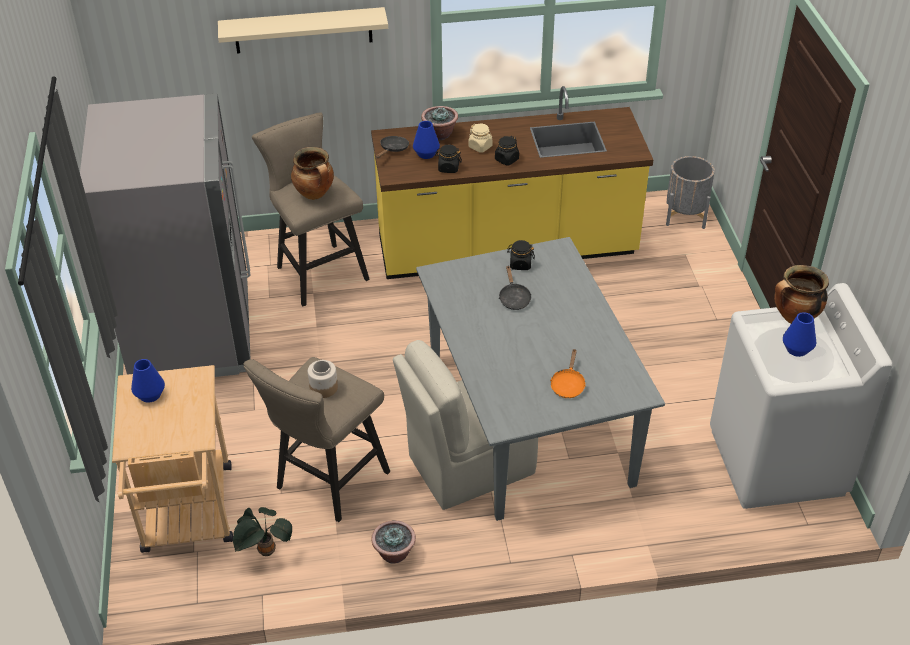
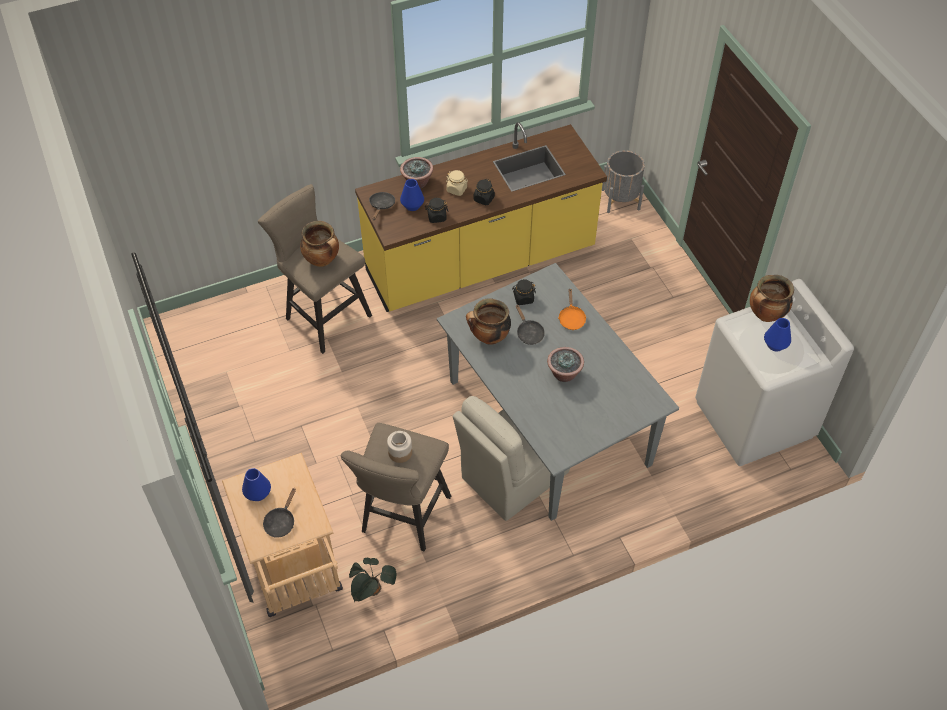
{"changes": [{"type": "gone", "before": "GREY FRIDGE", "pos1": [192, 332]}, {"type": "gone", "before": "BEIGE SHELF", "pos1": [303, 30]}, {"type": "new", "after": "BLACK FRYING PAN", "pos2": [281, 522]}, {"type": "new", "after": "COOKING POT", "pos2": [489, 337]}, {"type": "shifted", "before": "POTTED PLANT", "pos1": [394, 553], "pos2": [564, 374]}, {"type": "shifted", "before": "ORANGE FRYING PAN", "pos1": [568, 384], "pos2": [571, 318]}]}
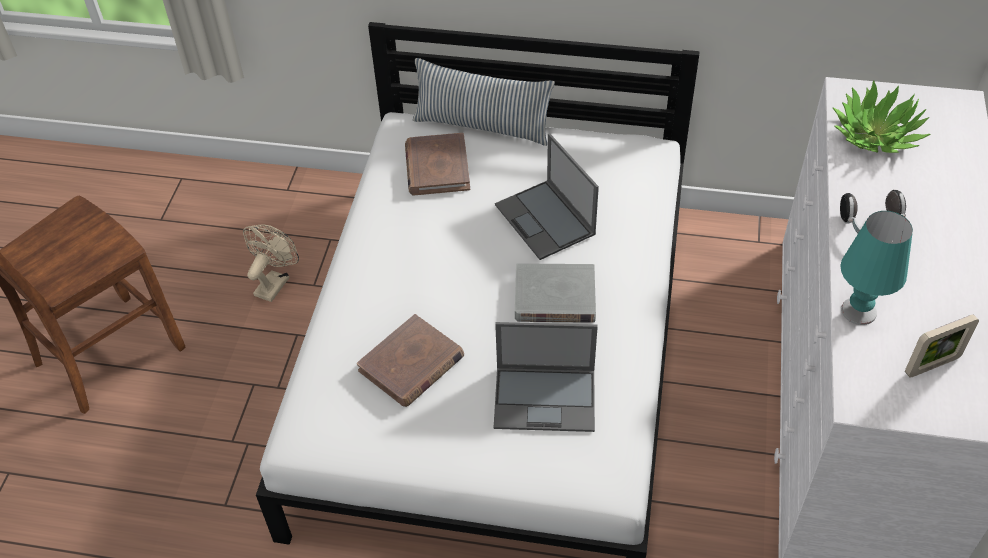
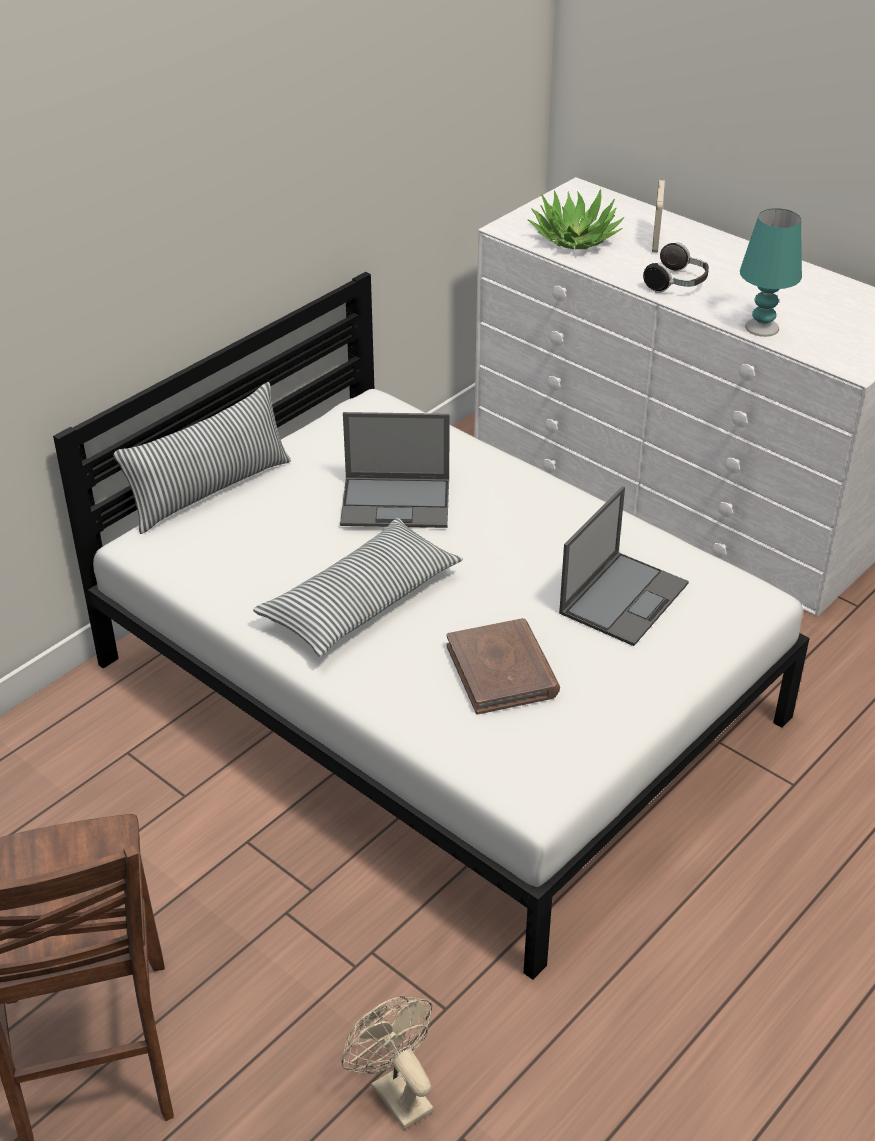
{"changes": [{"type": "gone", "before": "BROWN BOOK", "pos1": [437, 167]}, {"type": "gone", "before": "GREY BOOK", "pos1": [554, 297]}, {"type": "new", "after": "PILLOW", "pos2": [361, 601]}, {"type": "shifted", "before": "BEIGE FAN", "pos1": [275, 282], "pos2": [395, 1091]}, {"type": "shifted", "before": "PICTURE FRAME", "pos1": [932, 365], "pos2": [655, 241]}]}
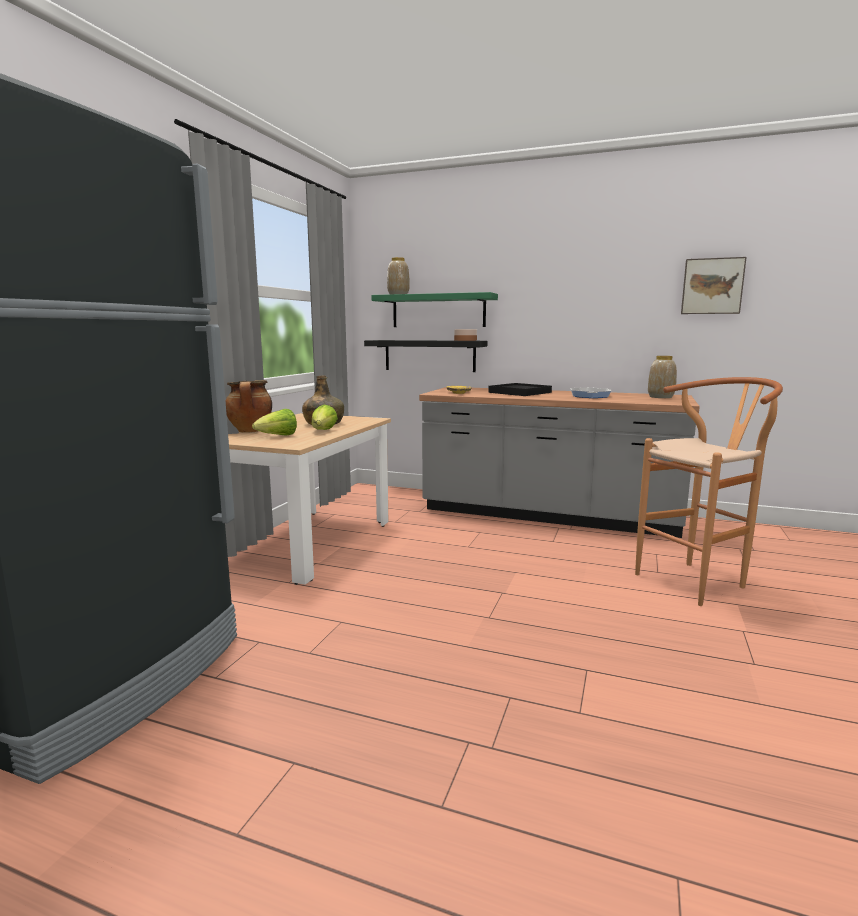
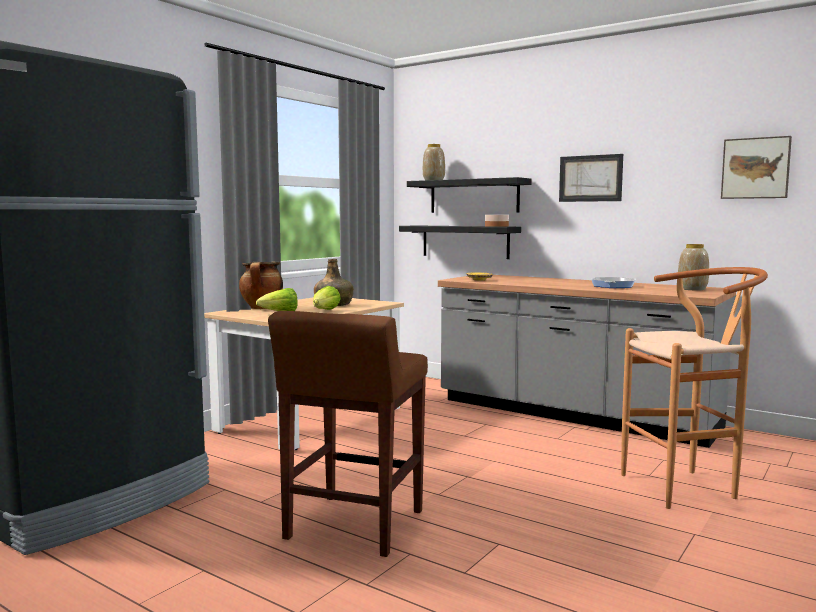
{"changes": [{"type": "gone", "before": "BLACK TRAY", "pos1": [520, 392]}, {"type": "new", "after": "BROWN STOOL", "pos2": [353, 526]}, {"type": "new", "after": "PICTURE", "pos2": [590, 178]}, {"type": "repainted", "before": "GREEN SHELF", "after": "BLACK SHELF", "pos1": [438, 311], "pos2": [474, 196]}]}
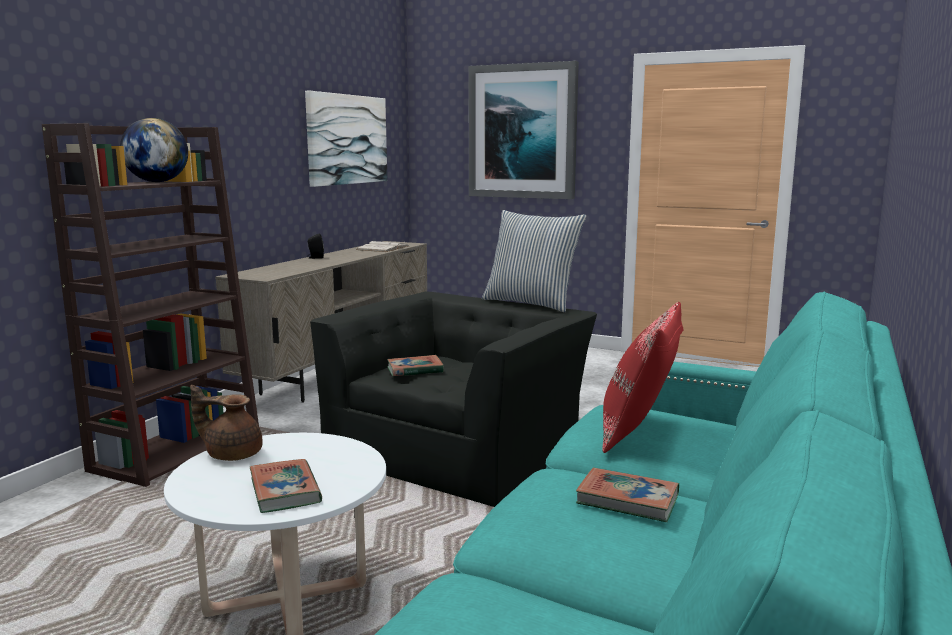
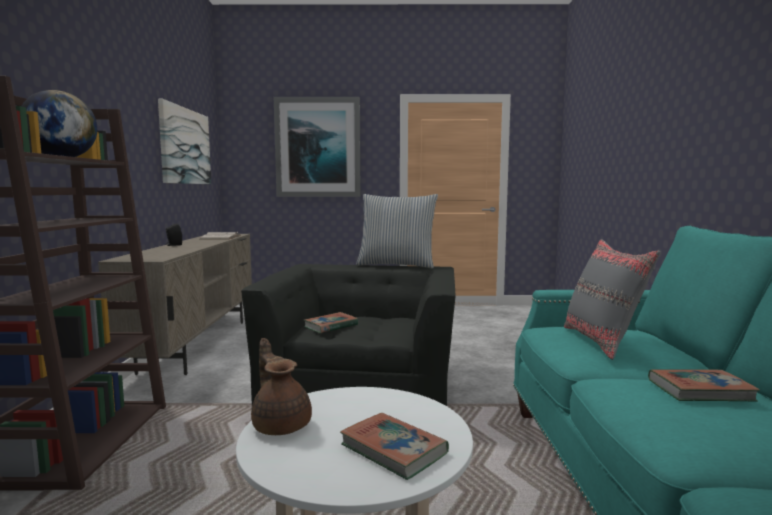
{"changes": [{"type": "repainted", "before": "RED PILLOW", "after": "GREY PILLOW", "pos1": [639, 432], "pos2": [602, 342]}, {"type": "rotated", "before": "BROWN TEAPOT", "pos1": [232, 454], "pos2": [281, 424], "turn": 75}]}
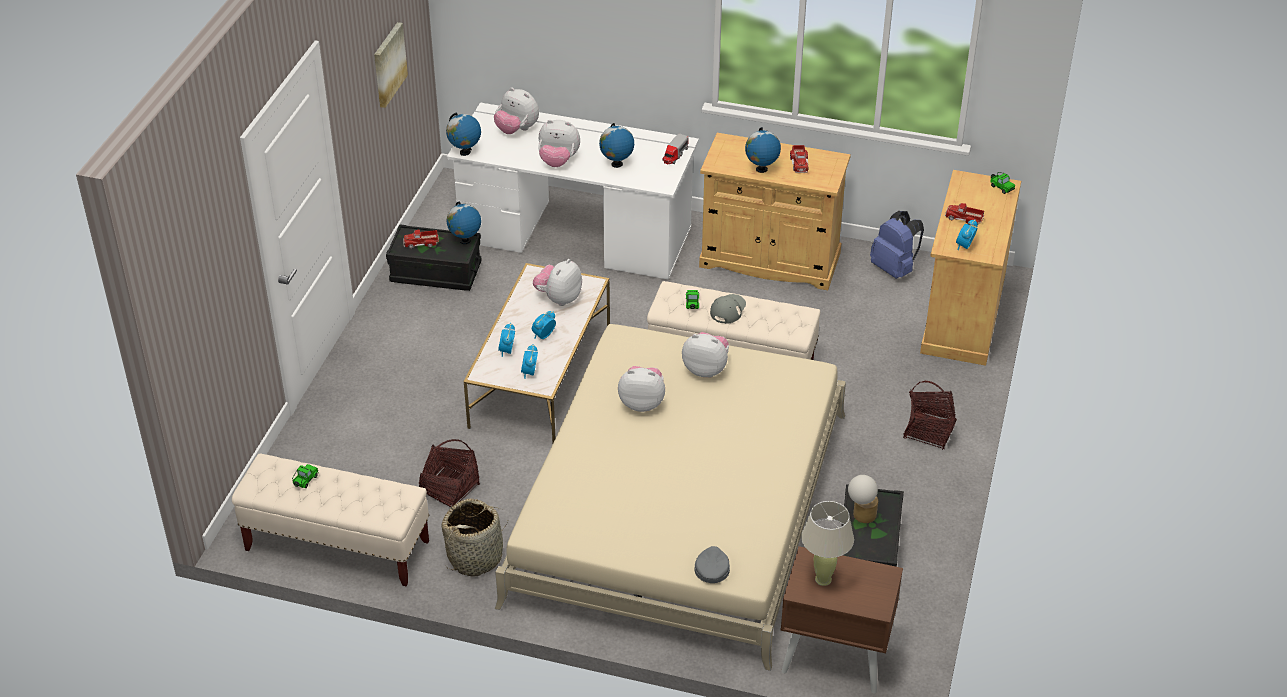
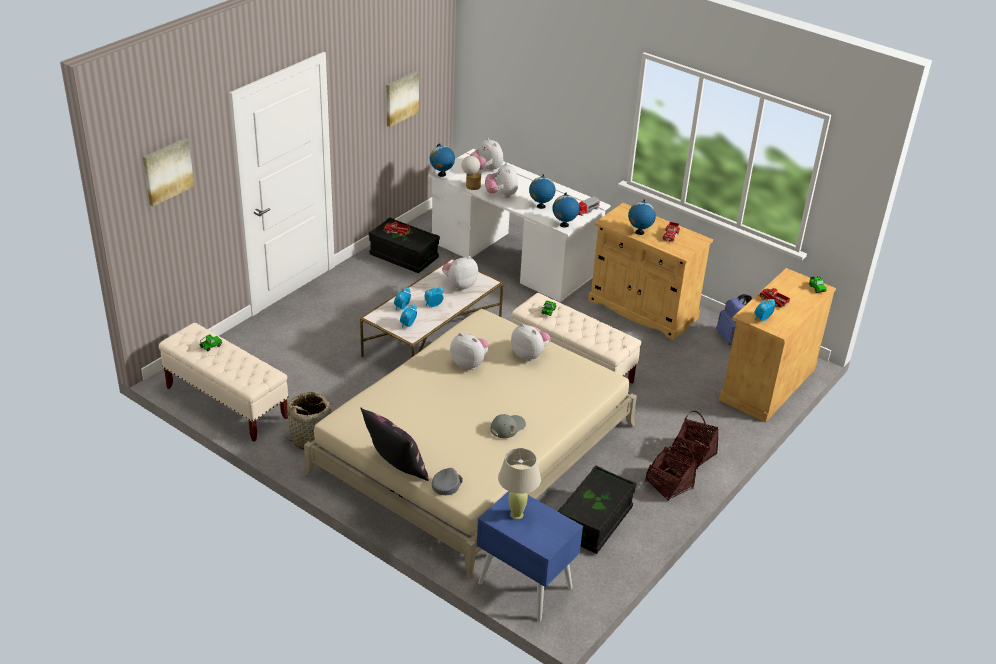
{"changes": [{"type": "new", "after": "PICTURE", "pos2": [167, 171]}, {"type": "new", "after": "PILLOW", "pos2": [396, 467]}, {"type": "shifted", "before": "BASKET", "pos1": [450, 489], "pos2": [669, 485]}, {"type": "shifted", "before": "GLOBE", "pos1": [465, 241], "pos2": [564, 225]}, {"type": "shifted", "before": "GREY CAP", "pos1": [728, 310], "pos2": [507, 427]}, {"type": "shifted", "before": "TABLE LAMP", "pos1": [861, 515], "pos2": [471, 185]}, {"type": "repainted", "before": "BROWN NIGHTSTAND", "after": "BLUE NIGHTSTAND", "pos1": [834, 656], "pos2": [524, 585]}, {"type": "rotated", "before": "PLUSH TOY", "pos1": [558, 161], "pos2": [501, 195], "turn": 45}]}
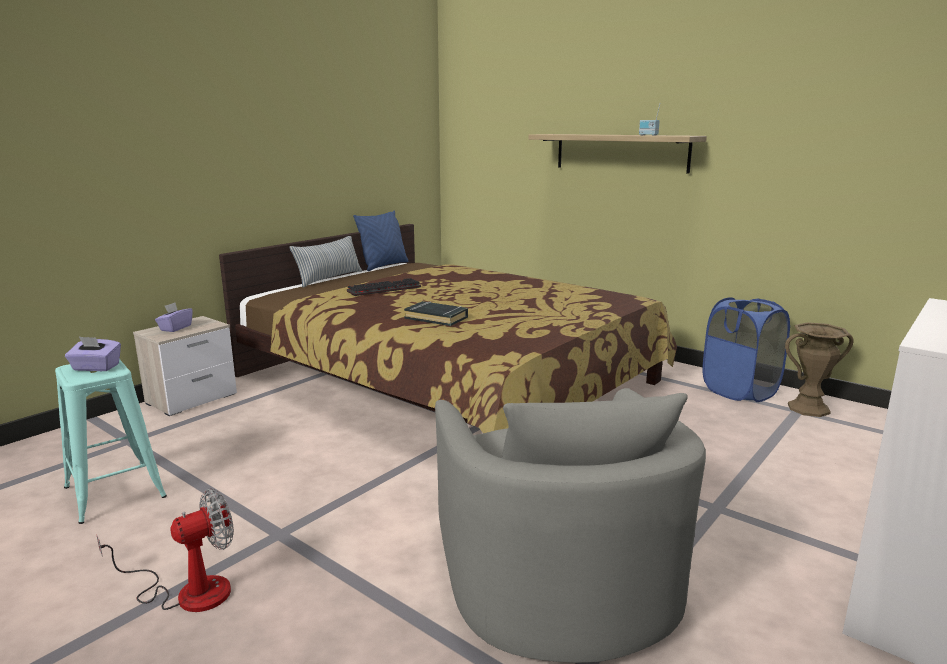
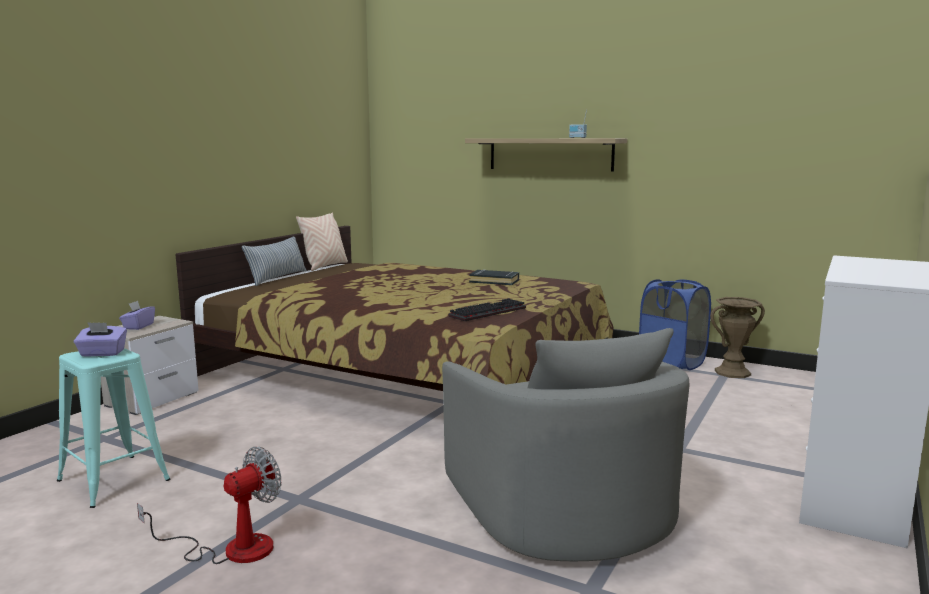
{"changes": [{"type": "shifted", "before": "KEYBOARD", "pos1": [385, 289], "pos2": [488, 312]}, {"type": "shifted", "before": "BLACK BOOK", "pos1": [436, 318], "pos2": [494, 281]}, {"type": "repainted", "before": "BLUE PILLOW", "after": "BEIGE PILLOW", "pos1": [383, 266], "pos2": [324, 266]}]}
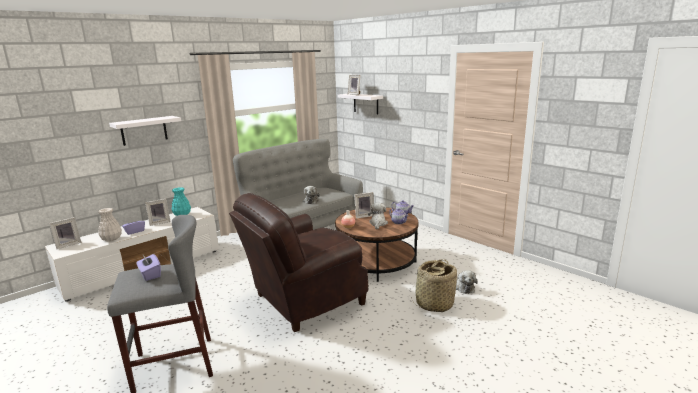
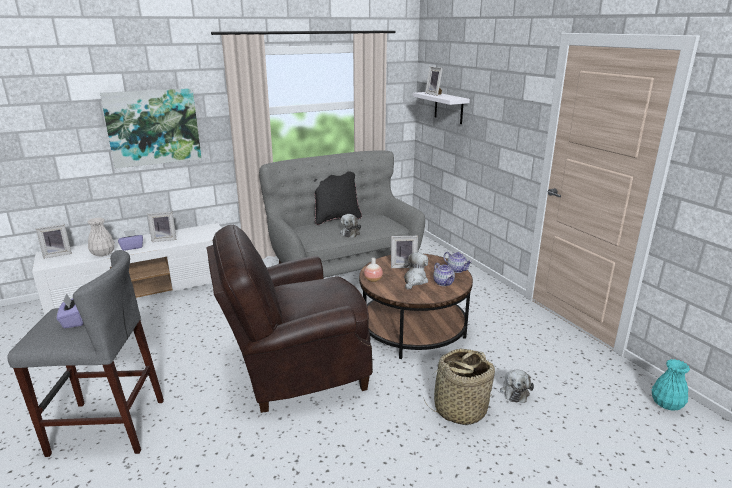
{"changes": [{"type": "new", "after": "BLACK PILLOW", "pos2": [336, 219]}, {"type": "shifted", "before": "TURQUOISE VASE", "pos1": [182, 215], "pos2": [666, 404]}, {"type": "swapped", "before": "WHITE SHELF", "after": "PICTURE", "pos1": [144, 130], "pos2": [153, 127]}]}
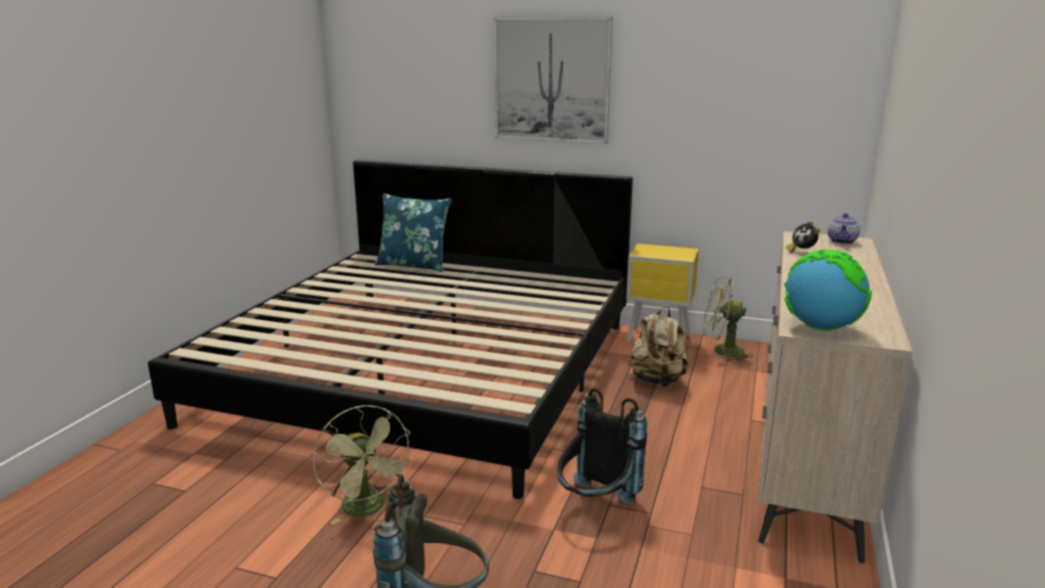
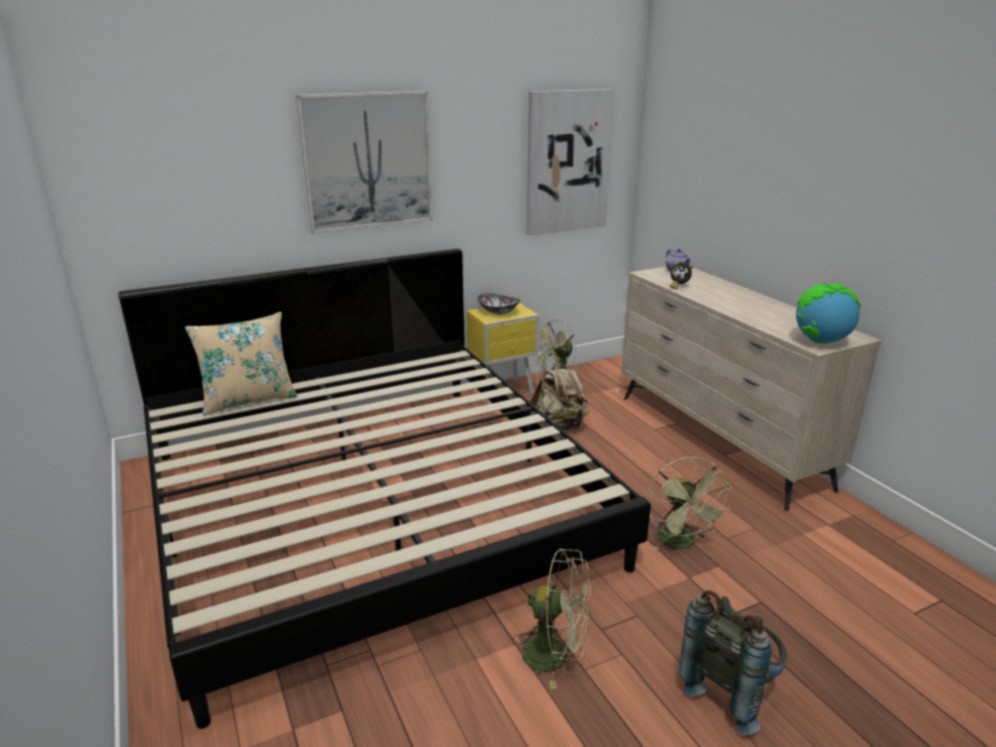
{"changes": [{"type": "new", "after": "BOWL", "pos2": [498, 312]}, {"type": "new", "after": "PICTURE", "pos2": [567, 162]}, {"type": "swapped", "before": "BLACK BACKPACK", "after": "GREEN FAN", "pos1": [595, 505], "pos2": [681, 544]}, {"type": "repainted", "before": "BLUE PILLOW", "after": "BEIGE PILLOW", "pos1": [414, 265], "pos2": [249, 400]}]}
